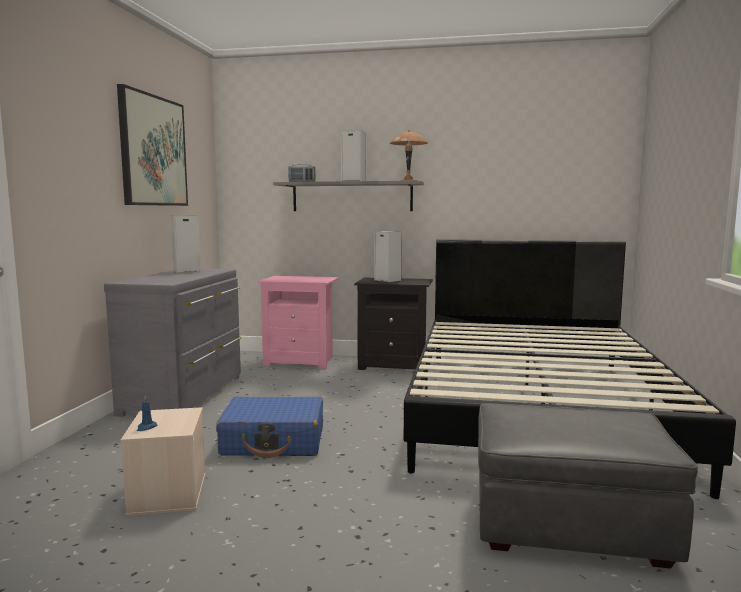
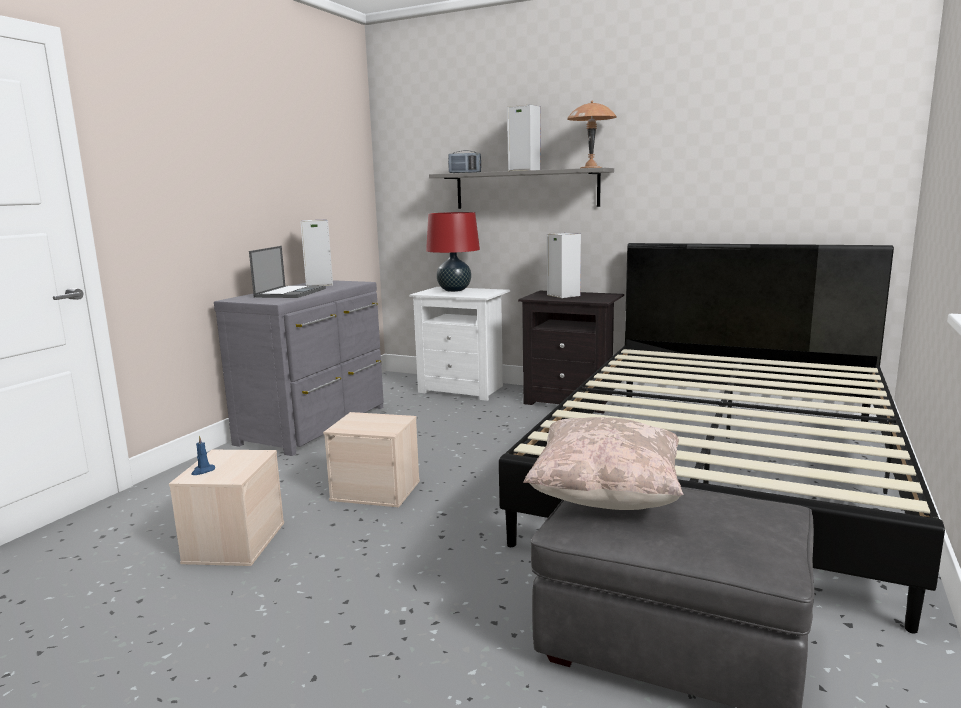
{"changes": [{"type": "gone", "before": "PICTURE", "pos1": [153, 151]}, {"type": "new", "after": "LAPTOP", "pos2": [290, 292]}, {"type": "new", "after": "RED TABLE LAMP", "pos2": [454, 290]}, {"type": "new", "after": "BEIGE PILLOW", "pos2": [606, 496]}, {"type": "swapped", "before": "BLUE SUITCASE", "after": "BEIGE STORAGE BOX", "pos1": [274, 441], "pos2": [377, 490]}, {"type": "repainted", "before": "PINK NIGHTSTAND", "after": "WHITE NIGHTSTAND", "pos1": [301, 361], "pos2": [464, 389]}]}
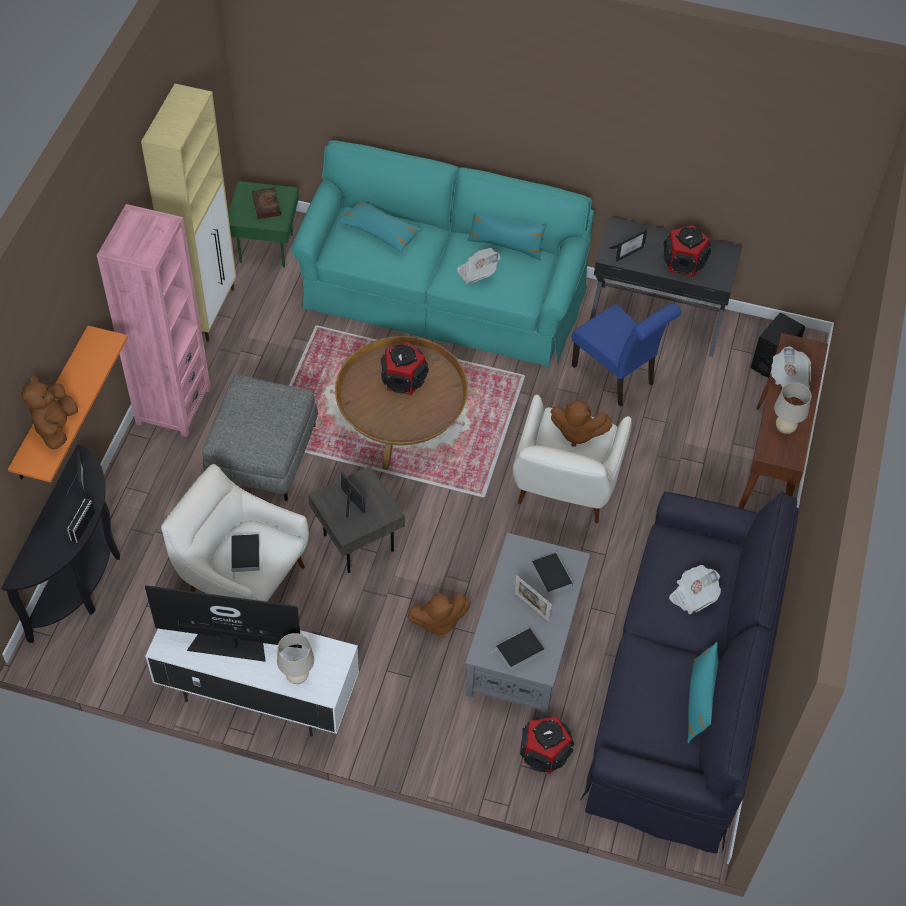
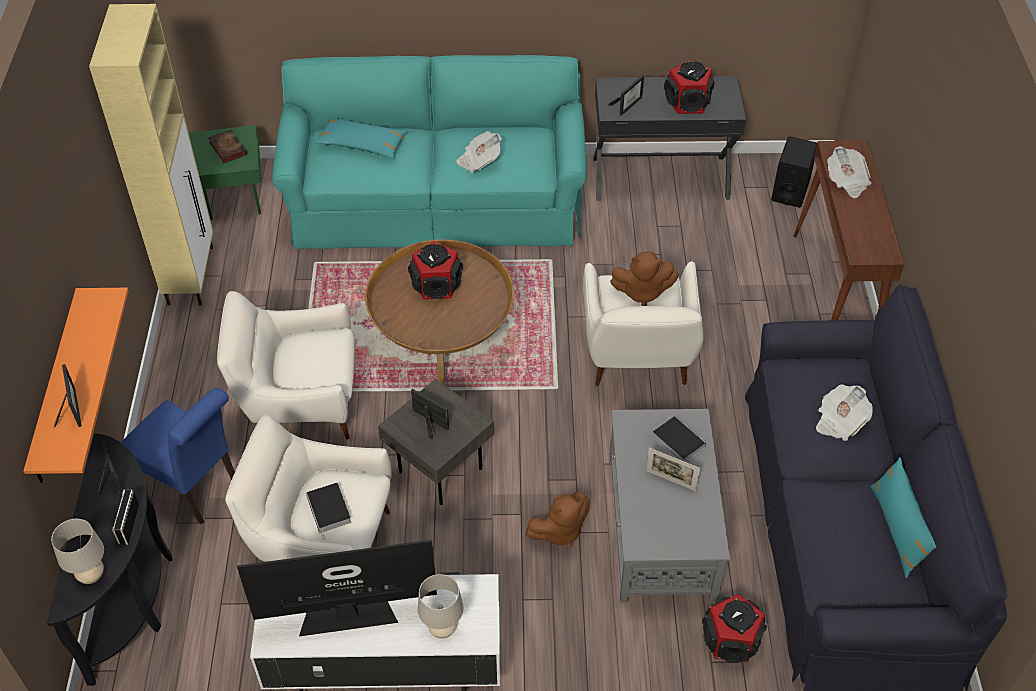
{"changes": [{"type": "gone", "before": "PINK BOOKCASE", "pos1": [173, 405]}, {"type": "gone", "before": "TURQUOISE PILLOW", "pos1": [505, 246]}, {"type": "gone", "before": "BOOK", "pos1": [518, 651]}, {"type": "shifted", "before": "BLUE CHAIR", "pos1": [617, 377], "pos2": [193, 487]}, {"type": "shifted", "before": "BEIGE TABLE LAMP", "pos1": [785, 429], "pos2": [92, 576]}, {"type": "swapped", "before": "BROWN PLUSH TOY", "after": "PICTURE FRAME", "pos1": [56, 427], "pos2": [71, 408]}, {"type": "swapped", "before": "GREY OTTOMAN", "after": "WHITE ARMCHAIR", "pos1": [262, 453], "pos2": [300, 404]}]}
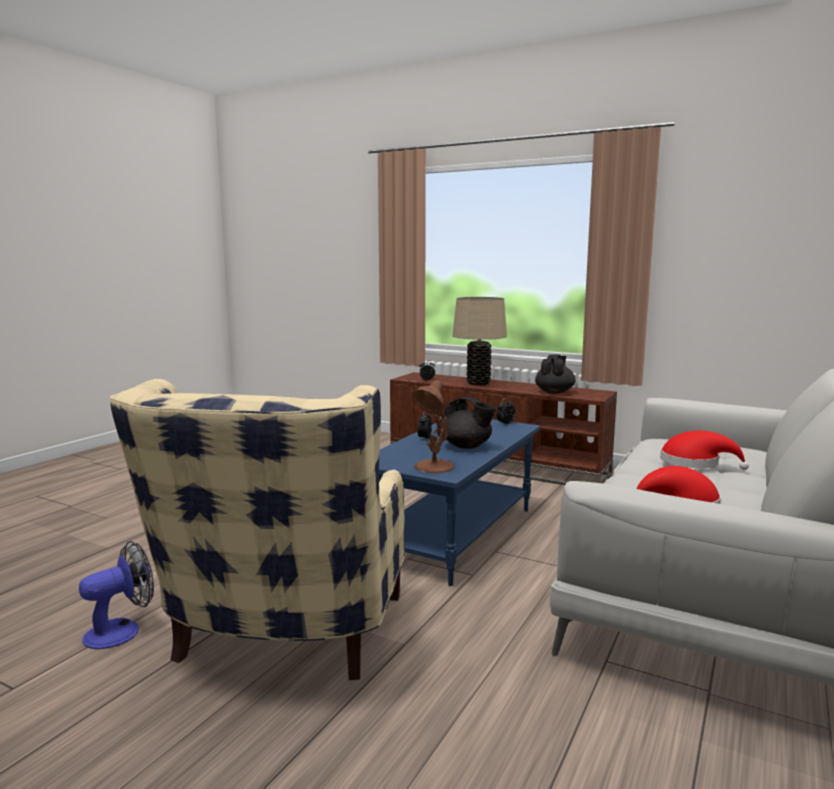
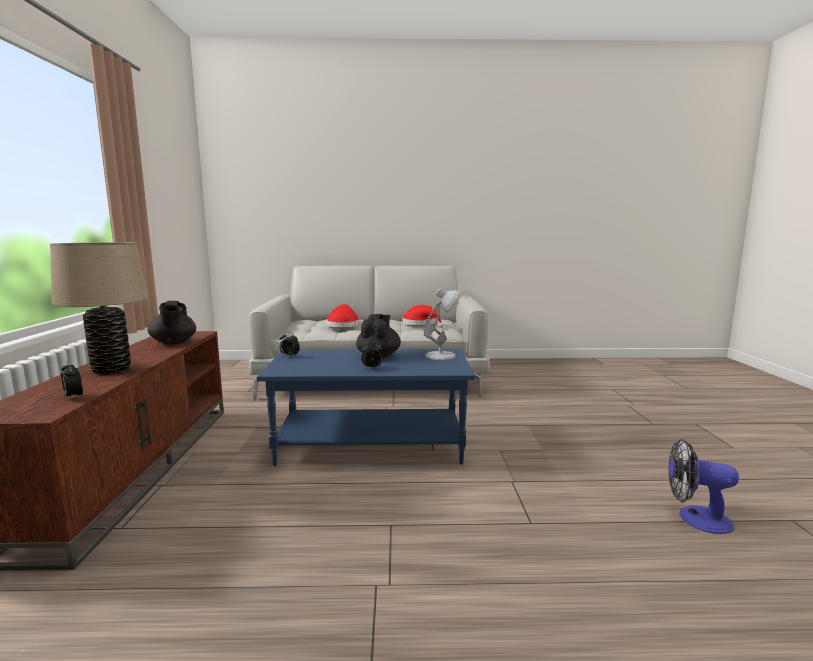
{"changes": [{"type": "gone", "before": "BEIGE ARMCHAIR", "pos1": [281, 638]}, {"type": "repainted", "before": "BROWN TABLE LAMP", "after": "WHITE TABLE LAMP", "pos1": [433, 467], "pos2": [442, 356]}, {"type": "rotated", "before": "BLACK TEAPOT", "pos1": [554, 392], "pos2": [173, 343], "turn": -105}]}
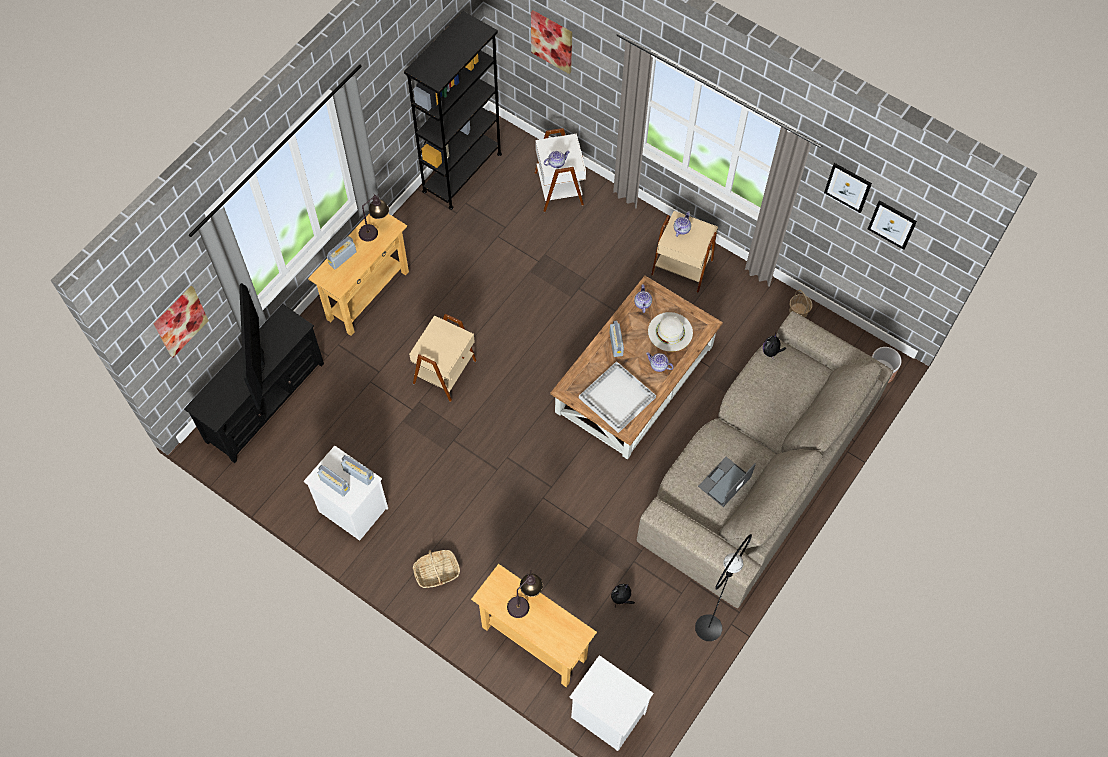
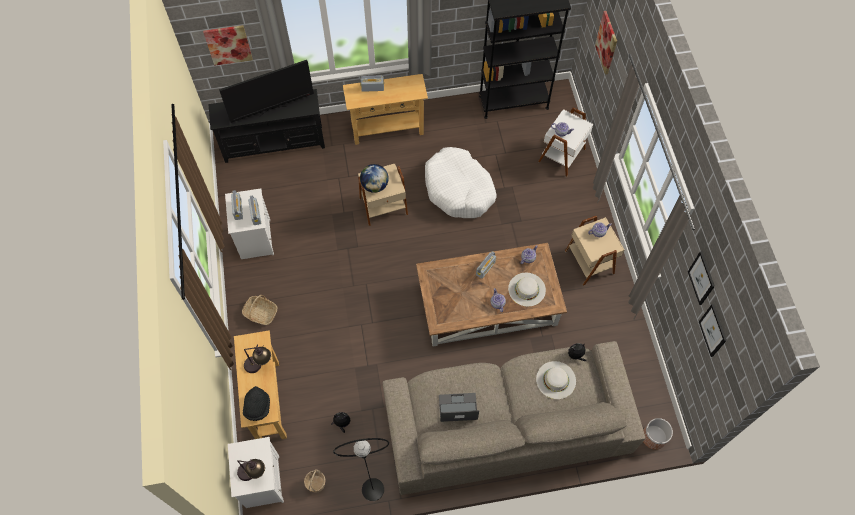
{"changes": [{"type": "gone", "before": "WHITE TRAY", "pos1": [617, 397]}, {"type": "new", "after": "BLACK HAT", "pos2": [257, 407]}, {"type": "new", "after": "GLOBE", "pos2": [375, 185]}, {"type": "new", "after": "WHITE DOG BED", "pos2": [459, 189]}, {"type": "new", "after": "WHITE HAT", "pos2": [556, 380]}, {"type": "shifted", "before": "TABLE LAMP", "pos1": [375, 230], "pos2": [253, 473]}, {"type": "shifted", "before": "BASKET", "pos1": [798, 311], "pos2": [316, 484]}, {"type": "rotated", "before": "TELEVISION", "pos1": [259, 359], "pos2": [272, 109], "turn": -150}]}
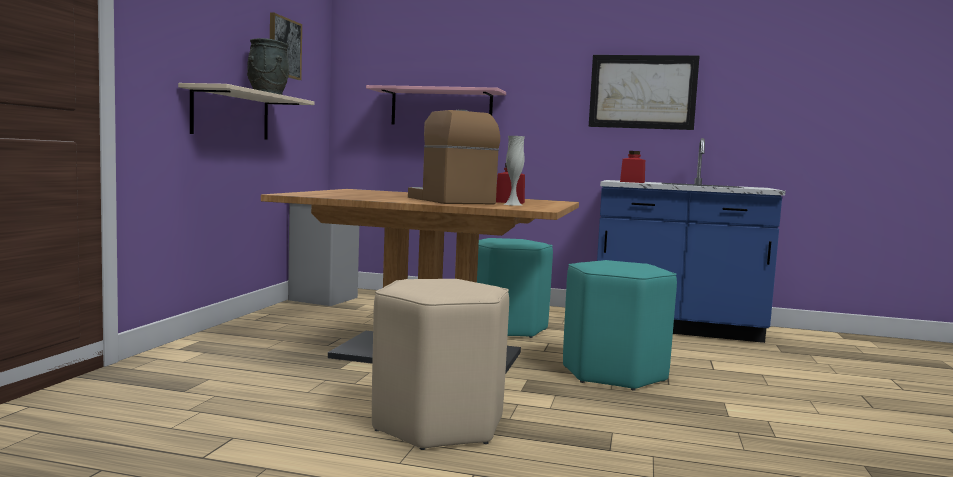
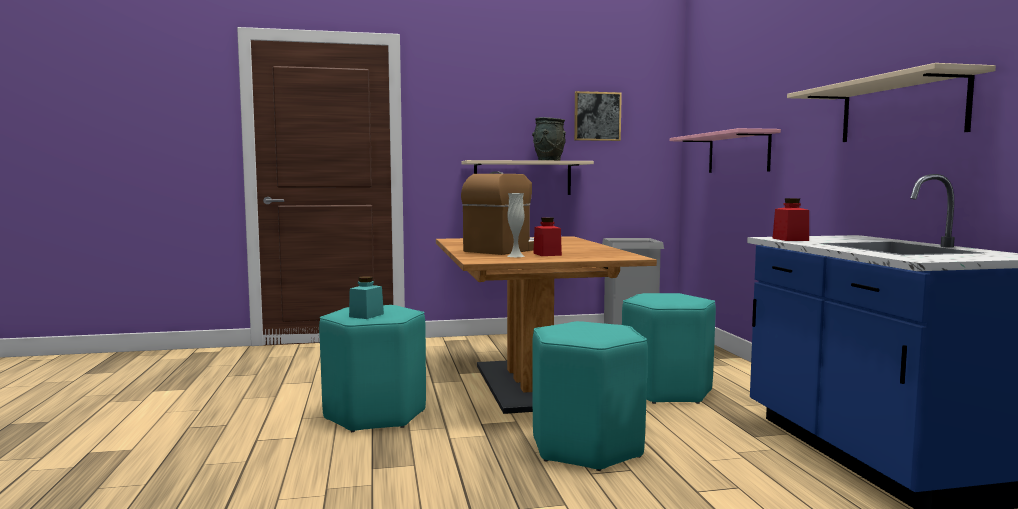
{"changes": [{"type": "new", "after": "TURQUOISE JAR", "pos2": [366, 315]}, {"type": "swapped", "before": "PICTURE", "after": "BEIGE SHELF", "pos1": [642, 92], "pos2": [901, 110]}, {"type": "repainted", "before": "BEIGE STOOL", "after": "TURQUOISE STOOL", "pos1": [437, 424], "pos2": [375, 414]}]}
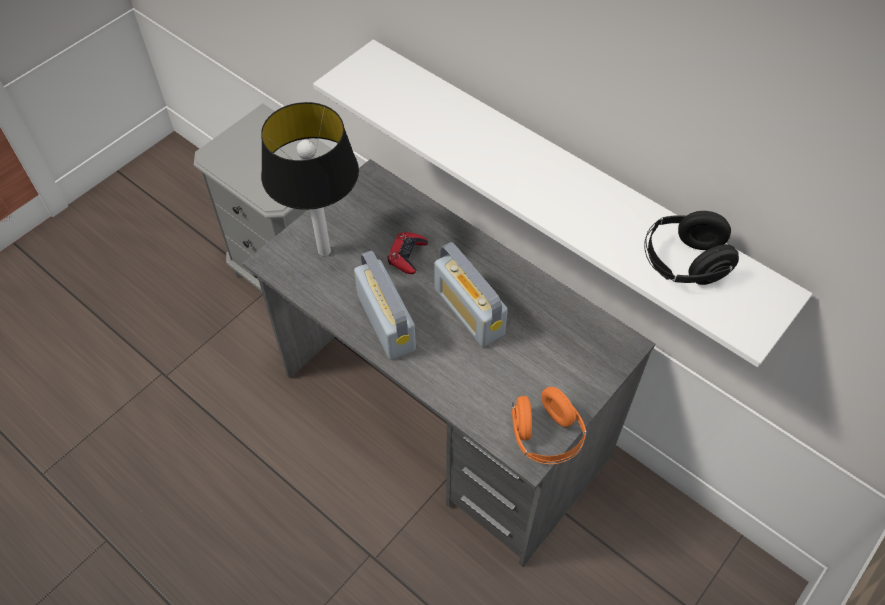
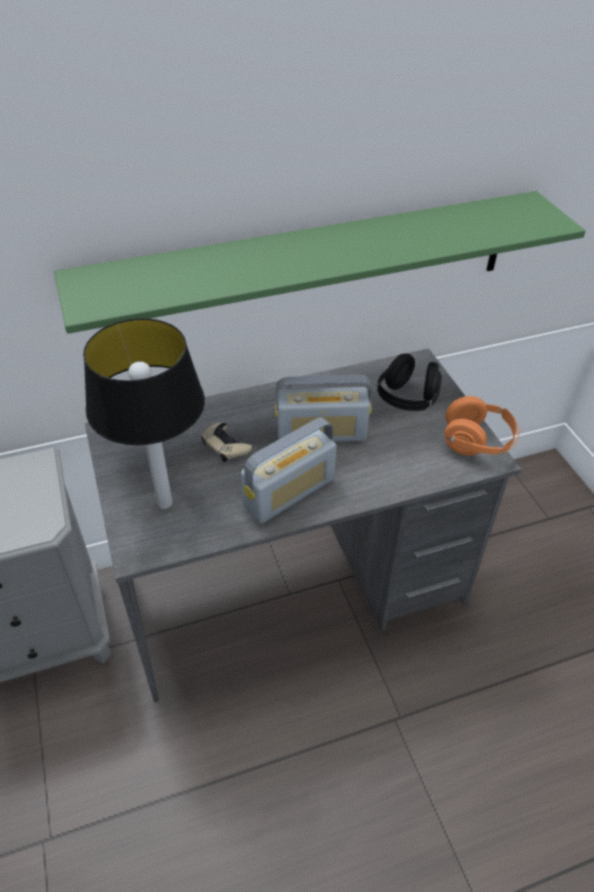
{"changes": [{"type": "shifted", "before": "BLACK HEADPHONES", "pos1": [683, 263], "pos2": [407, 399]}, {"type": "repainted", "before": "WHITE SHELF", "after": "GREEN SHELF", "pos1": [563, 183], "pos2": [314, 266]}, {"type": "repainted", "before": "RED GAME CONTROLLER", "after": "BEIGE GAME CONTROLLER", "pos1": [407, 255], "pos2": [225, 445]}, {"type": "rotated", "before": "RADIO", "pos1": [386, 322], "pos2": [289, 492], "turn": 135}]}
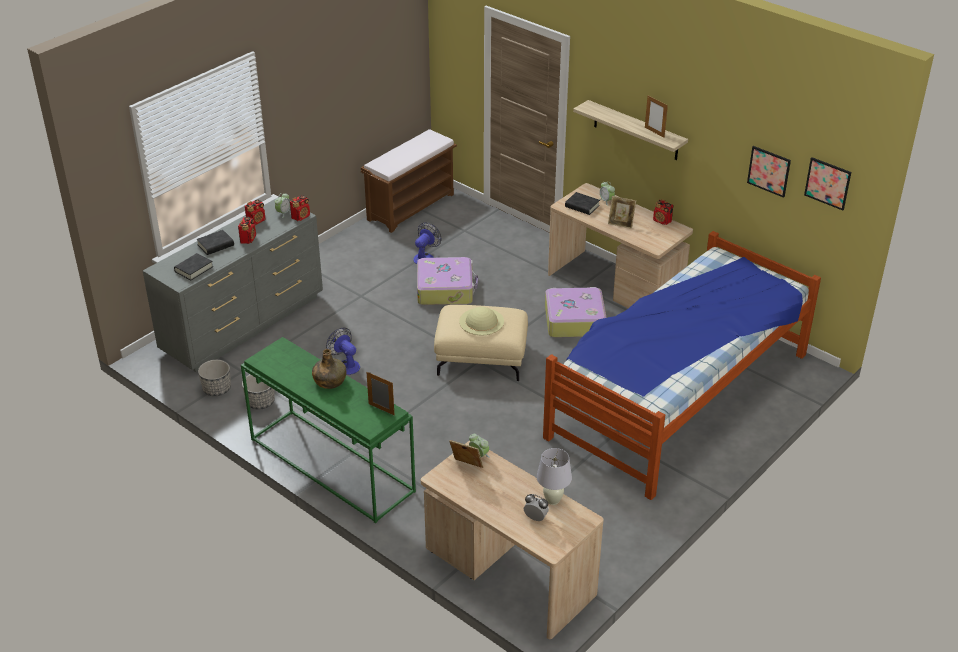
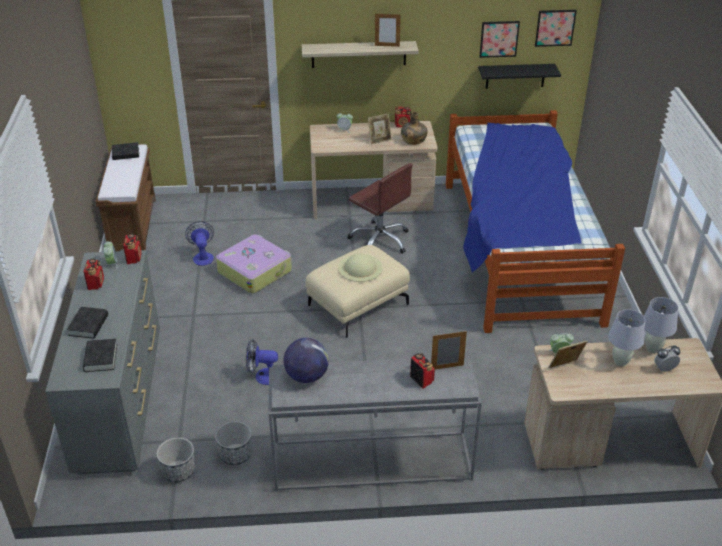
{"changes": [{"type": "new", "after": "GLOBE", "pos2": [306, 376]}, {"type": "new", "after": "BLACK SHELF", "pos2": [515, 76]}, {"type": "new", "after": "WHITE TABLE LAMP", "pos2": [620, 362]}, {"type": "shifted", "before": "RADIO", "pos1": [248, 239], "pos2": [421, 379]}, {"type": "shifted", "before": "GREEN BOTTLE", "pos1": [330, 381], "pos2": [413, 140]}, {"type": "shifted", "before": "BLACK BOOK", "pos1": [582, 206], "pos2": [125, 154]}, {"type": "swapped", "before": "SUITCASE", "after": "BROWN OFFICE CHAIR", "pos1": [574, 320], "pos2": [380, 240]}, {"type": "repainted", "before": "GREEN CONSOLE TABLE", "after": "GREY CONSOLE TABLE", "pos1": [329, 465], "pos2": [371, 463]}]}
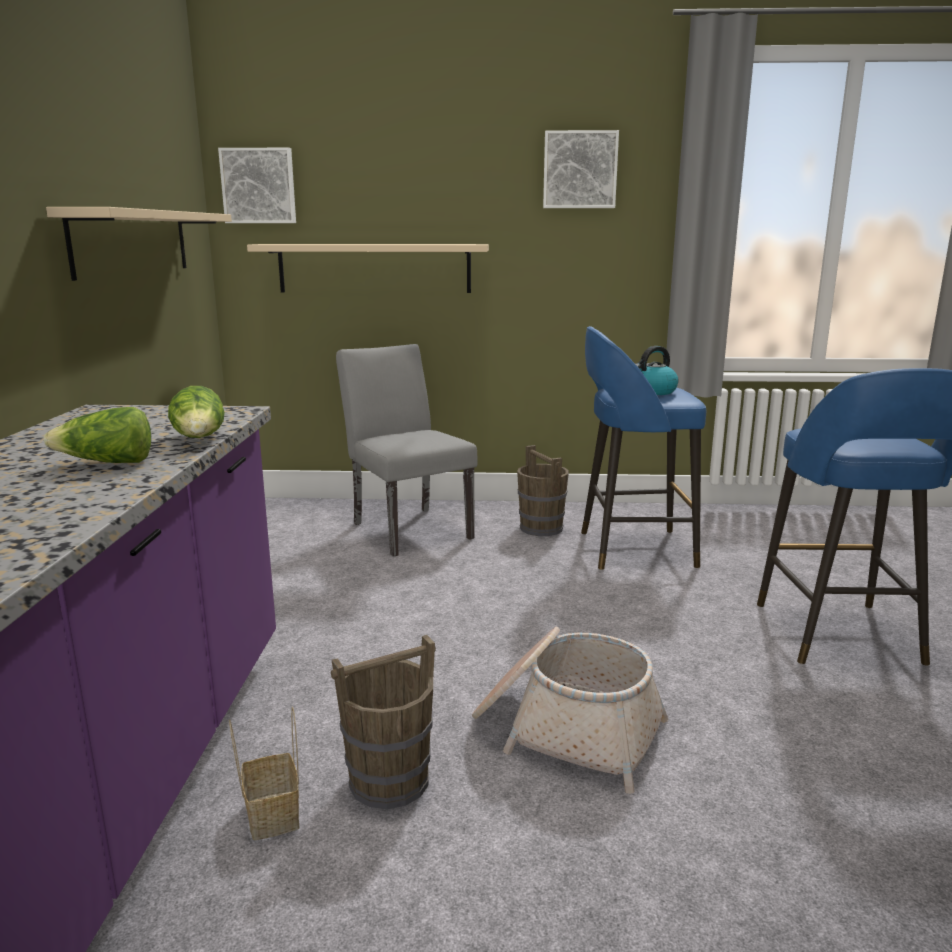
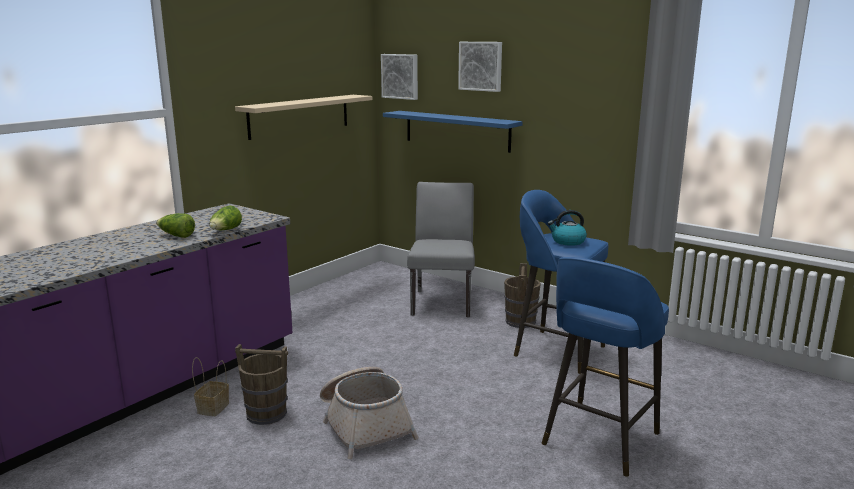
{"changes": [{"type": "shifted", "before": "PICTURE", "pos1": [579, 170], "pos2": [481, 66]}, {"type": "repainted", "before": "BEIGE SHELF", "after": "BLUE SHELF", "pos1": [374, 268], "pos2": [456, 131]}]}
